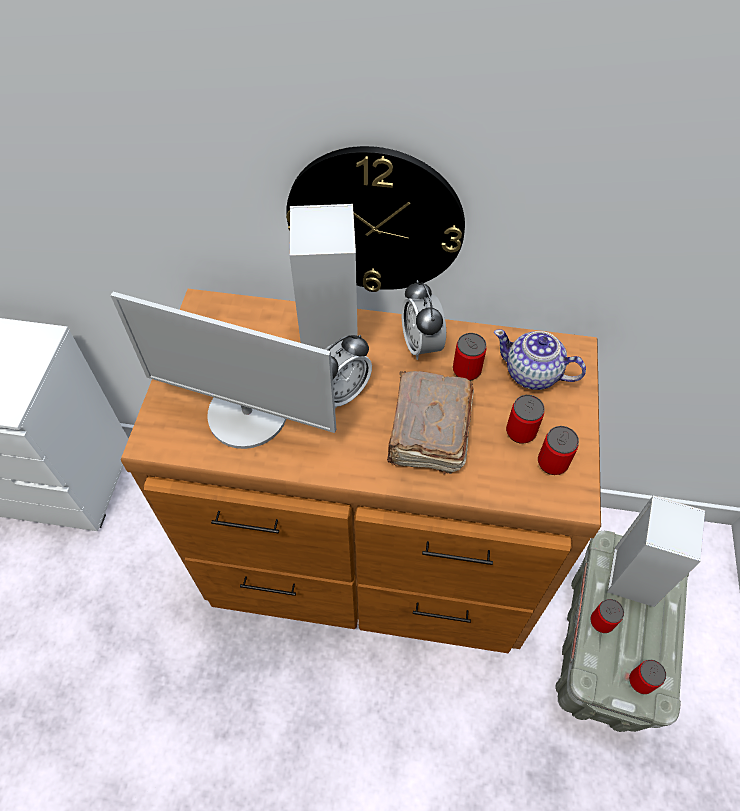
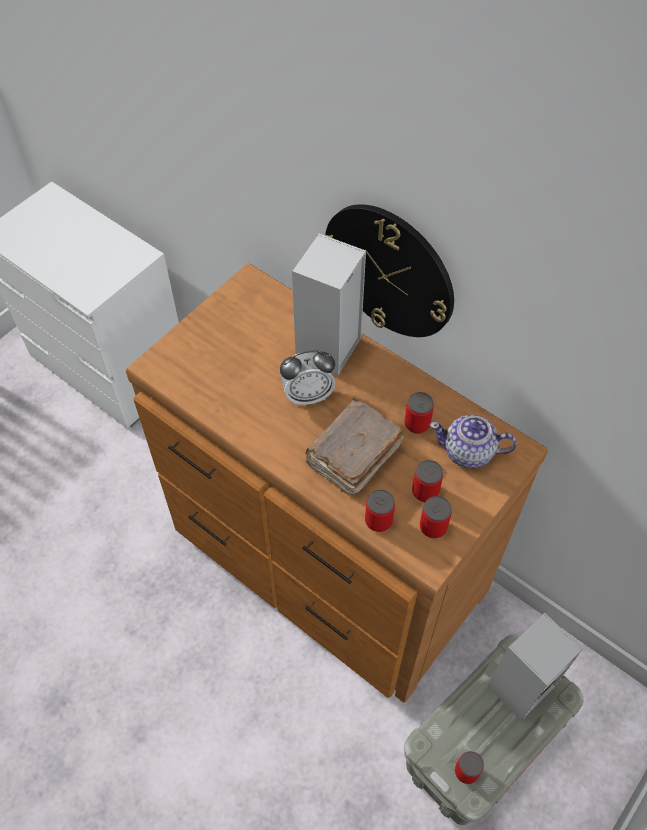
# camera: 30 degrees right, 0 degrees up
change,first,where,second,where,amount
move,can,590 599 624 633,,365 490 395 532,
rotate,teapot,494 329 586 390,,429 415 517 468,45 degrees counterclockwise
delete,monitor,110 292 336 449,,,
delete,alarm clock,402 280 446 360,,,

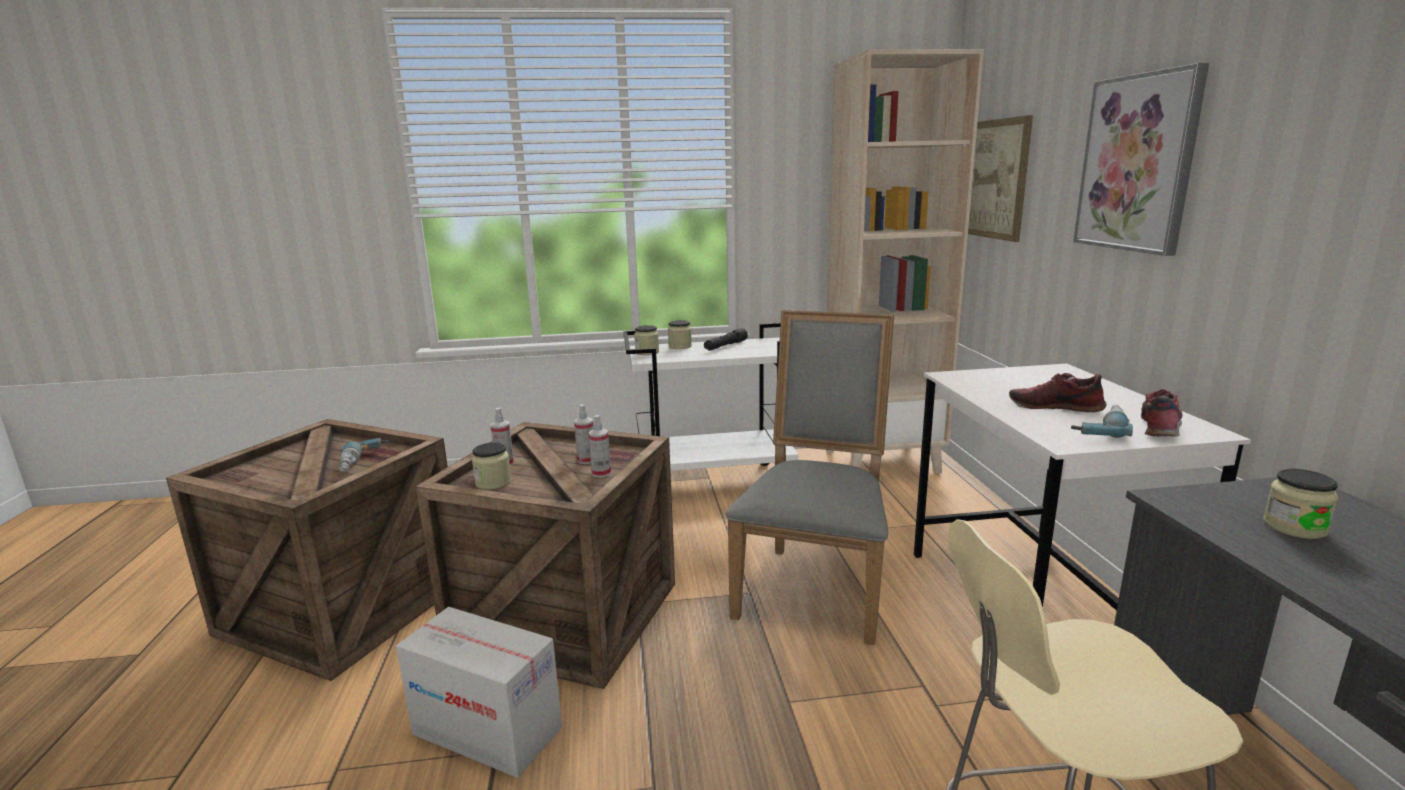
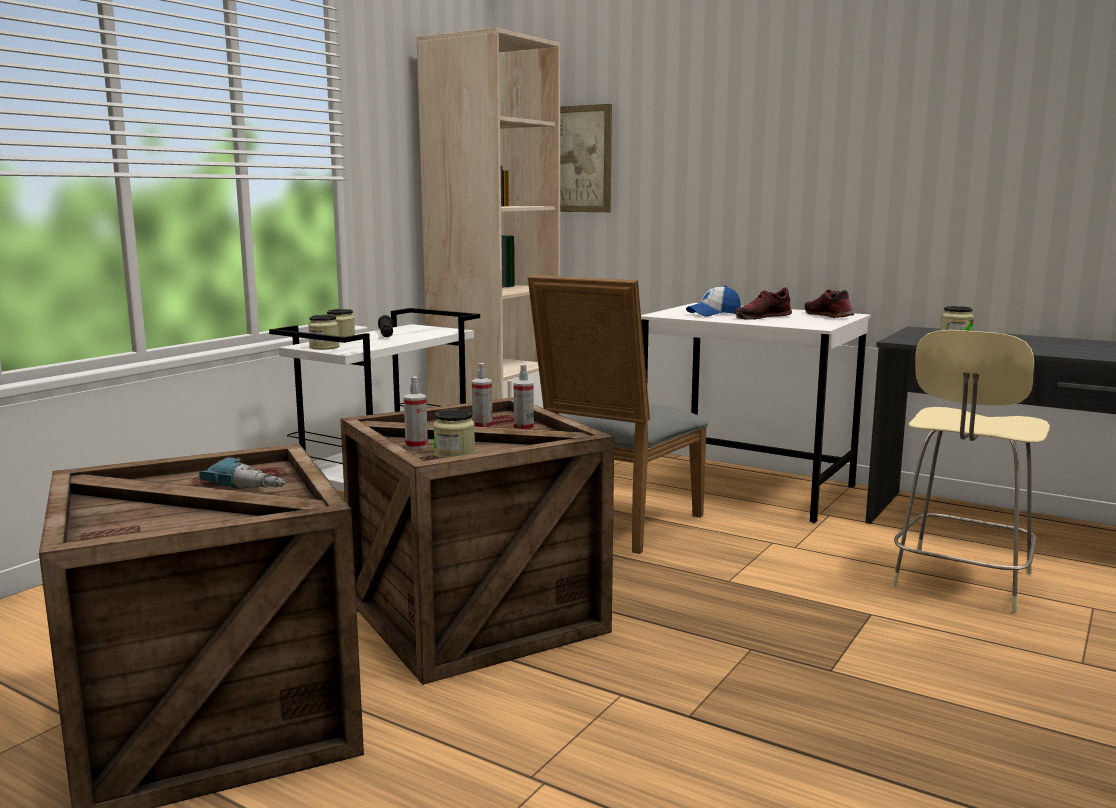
# camera: 50 degrees left, 5 degrees down
change,first,where,second,where,amount
rotate,chair/grey,726 310 894 646,,528 275 708 554,120 degrees counterclockwise
insert,,,cap,686 285 741 317,
delete,cardboard box,396 607 562 778,,,
delete,power drill,1071 405 1133 438,,,
delete,picture,1073 63 1209 256,,,

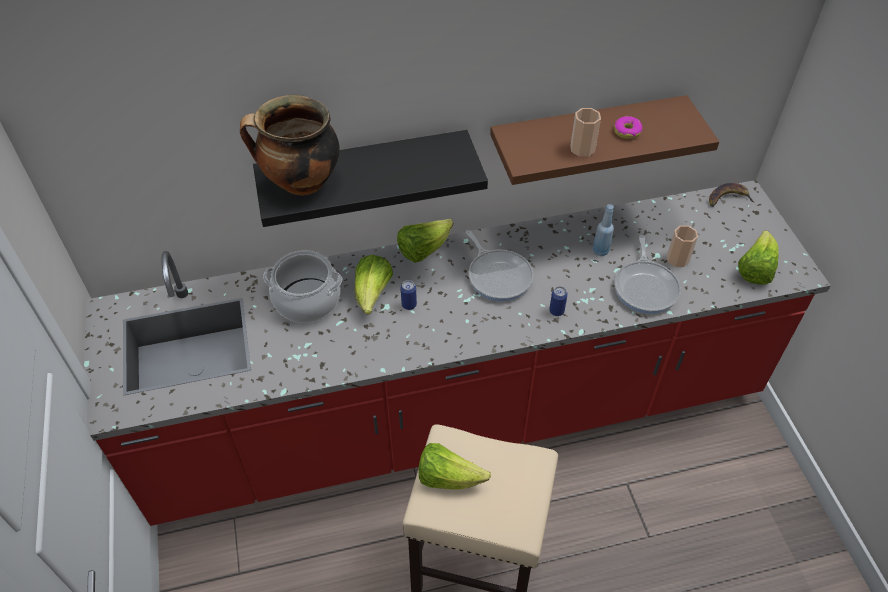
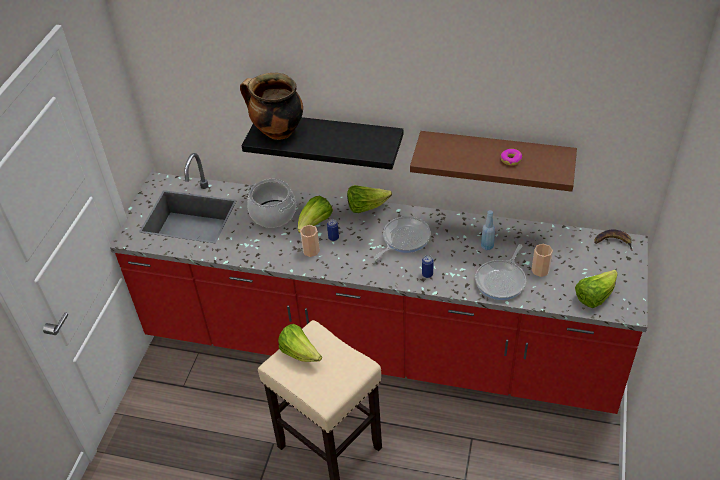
# camera: 30 degrees right, 5 degrees down
change,first,where,second,where,amount
move,cup,570 108 601 157,,300 225 320 257,
rotate,frying pan,466 230 533 302,,374 216 431 260,135 degrees counterclockwise

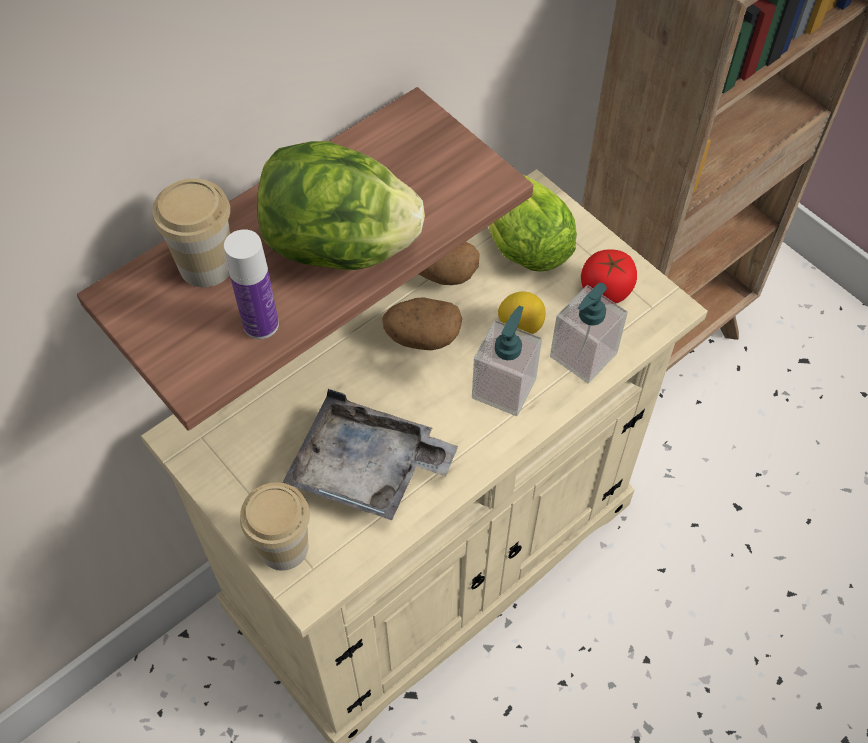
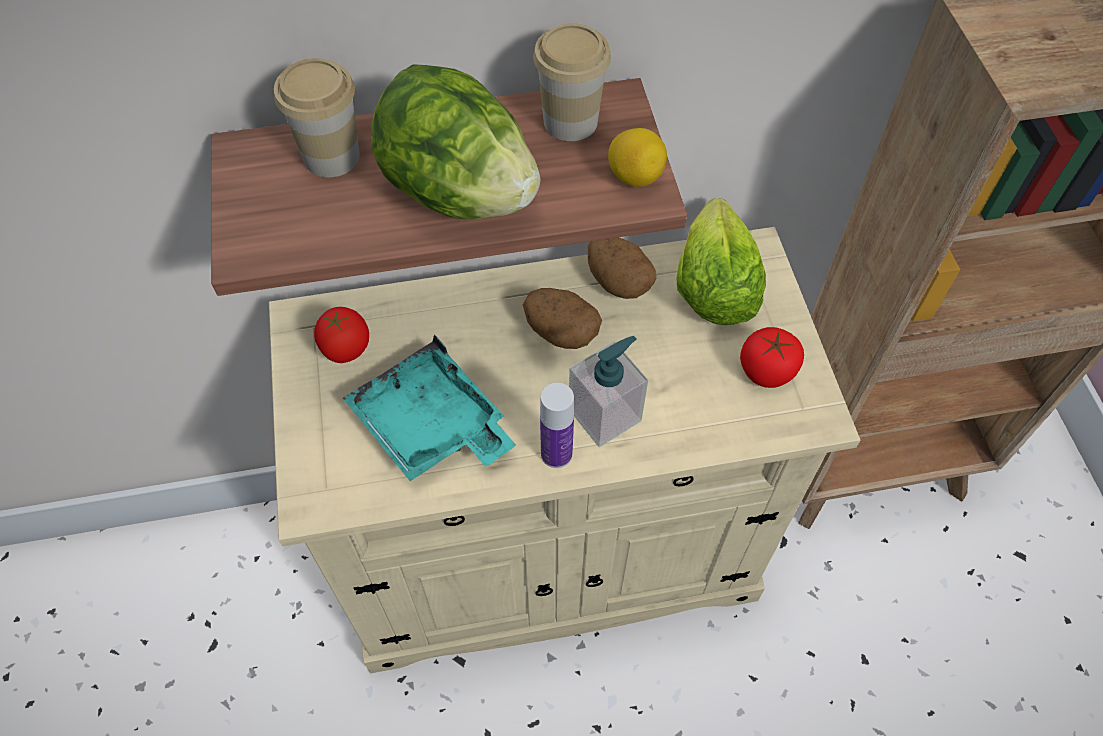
# camera: 30 degrees right, 0 degrees up
change,first,where,second,where,amount
insert,,,tomato,314 307 369 363,
recolor,tray/grey,282 389 458 520,tray/turquoise,343 335 516 481,
move,cup,240 483 310 571,,533 23 611 141,
move,bottle,224 229 279 339,,540 383 574 468,
move,lemon,498 292 546 334,,608 128 667 187,
delete,soap dispenser,550 283 628 383,,,

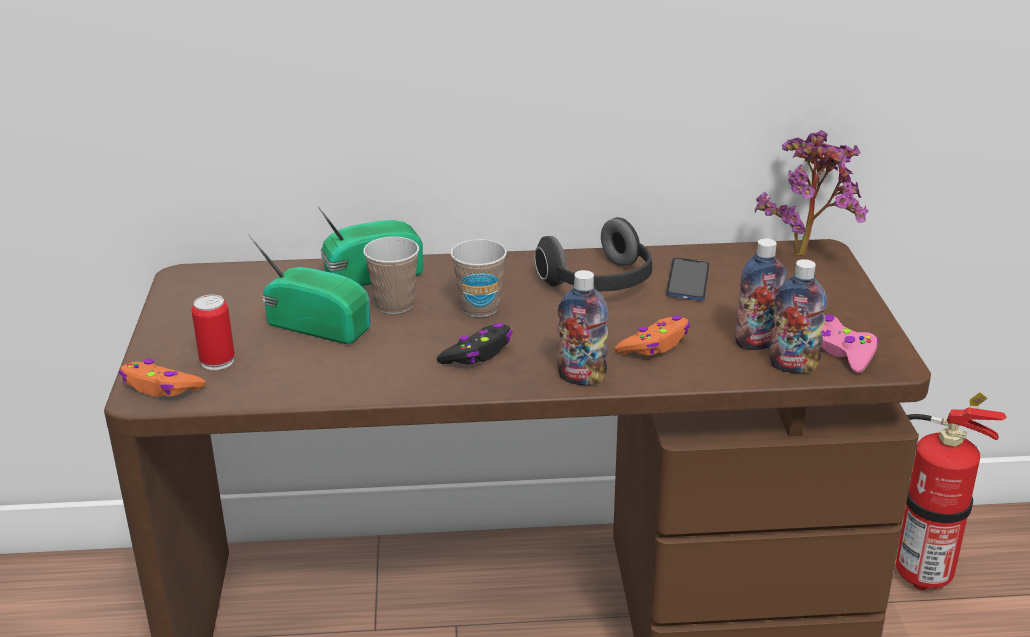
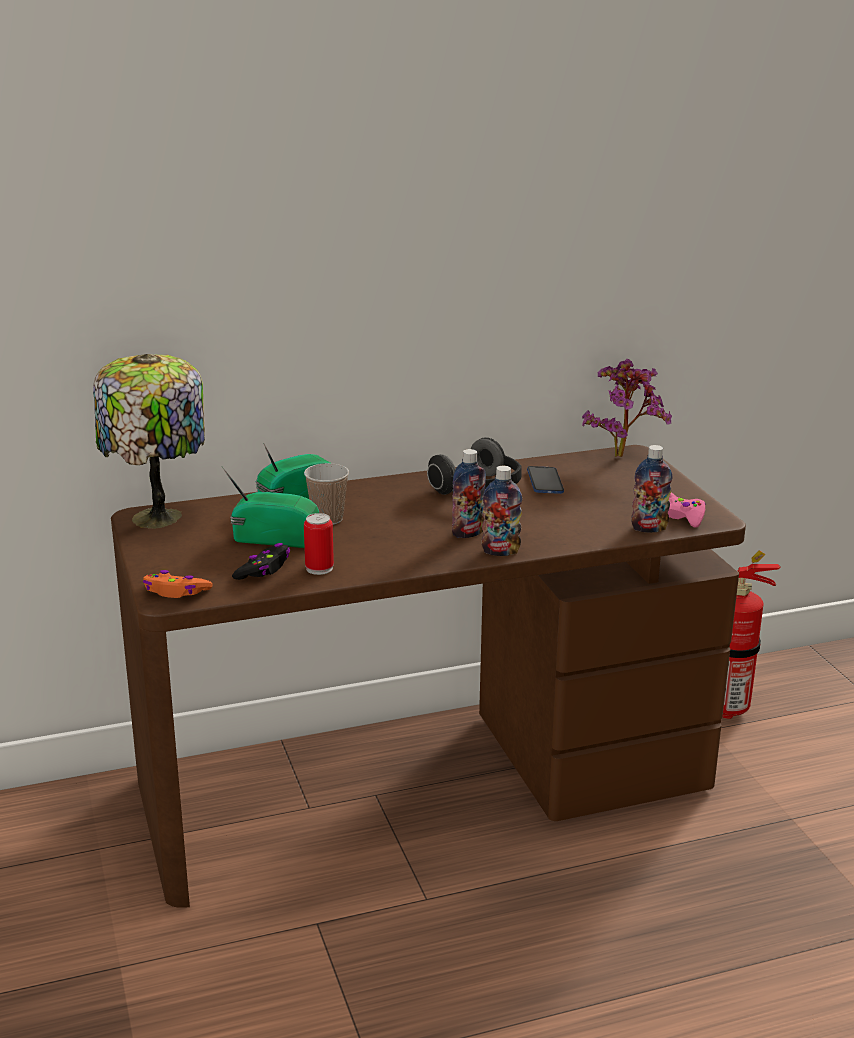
# camera: 15 degrees left, 5 degrees down
change,first,where,second,where,amount
insert,,,table lamp,93 354 205 529,
move,game controller/black,437 323 513 365,,232 543 290 580,
move,can,192 295 235 370,,304 513 334 575,
move,bottle,735 238 786 350,,452 449 486 538,
delete,cup,450 239 507 317,,,
delete,game controller/orange,615 315 690 355,,,

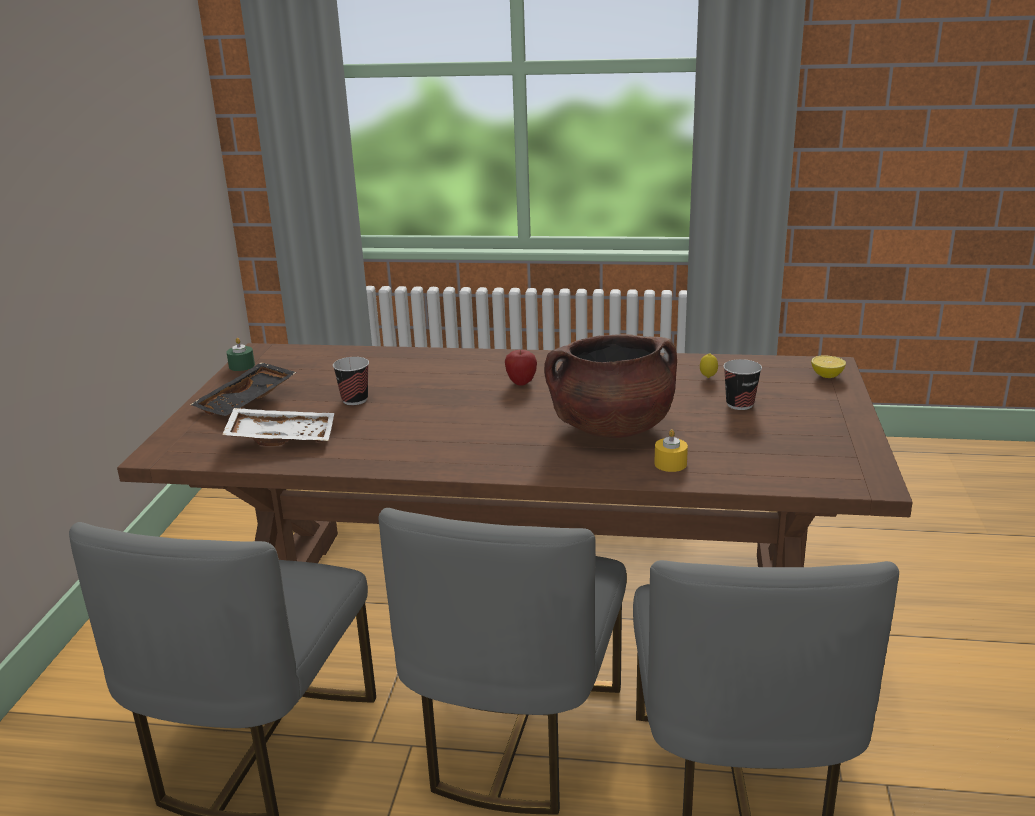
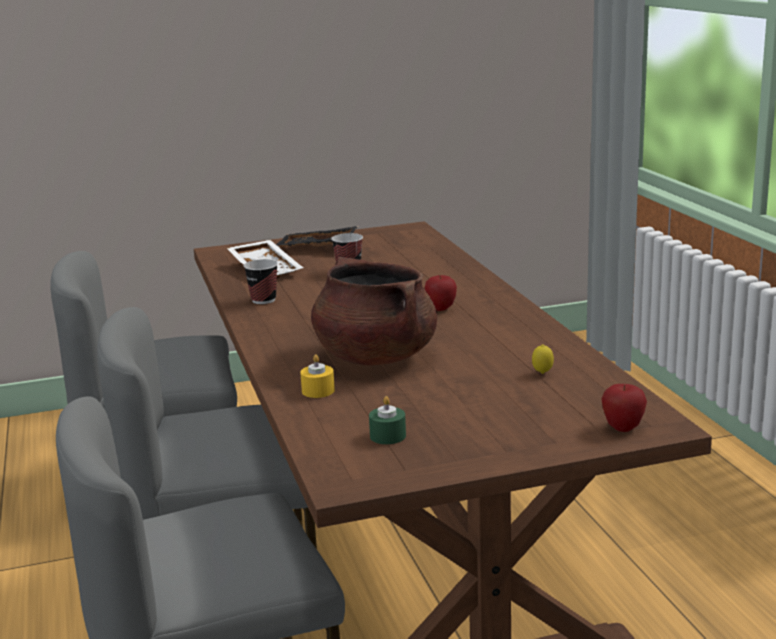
# camera: 65 degrees right, 5 degrees down
change,first,where,second,where,amount
move,cup,723 359 762 410,,244 259 278 304,
move,candle/green,226 338 255 371,,369 396 406 444,
replace,lemon,811 355 846 378,apple,601 384 647 432,

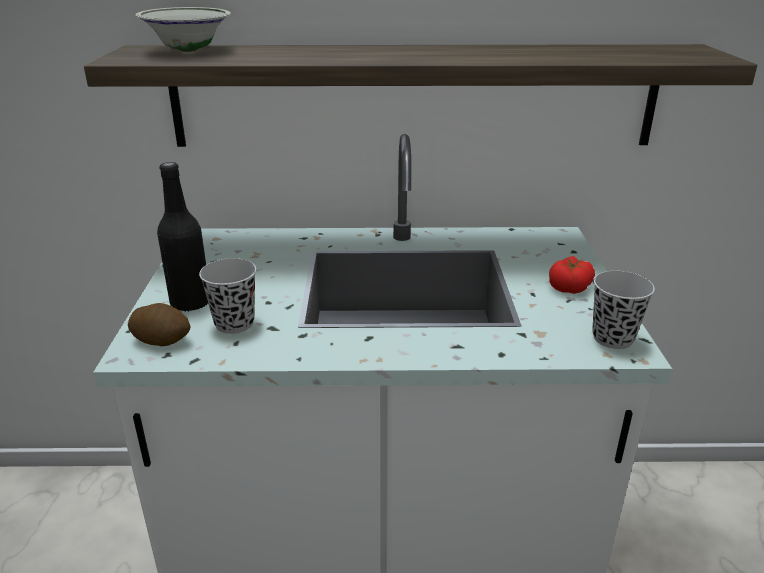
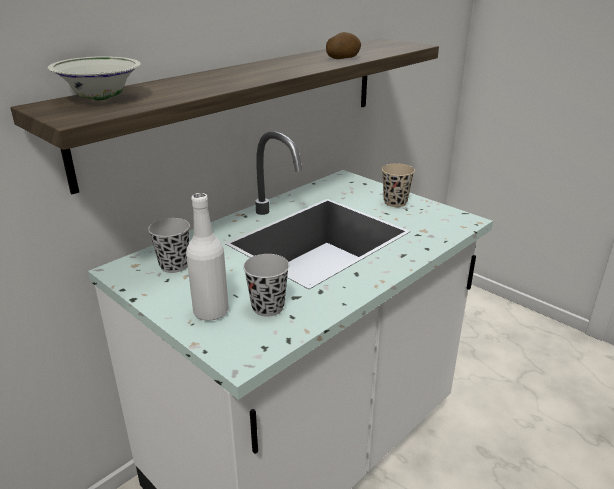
# camera: 45 degrees left, 0 degrees up
change,first,where,second,where,amount
move,cup/black,592 271 655 349,,148 218 190 273,
recolor,bottle/black,157 162 208 312,bottle/white,186 193 229 321,
move,potato,128 303 191 346,,326 32 361 59,
replace,tomato,549 256 595 294,cup/beige,382 163 415 207,

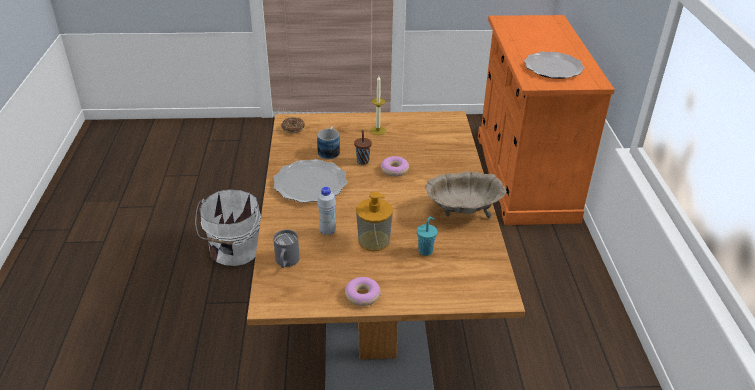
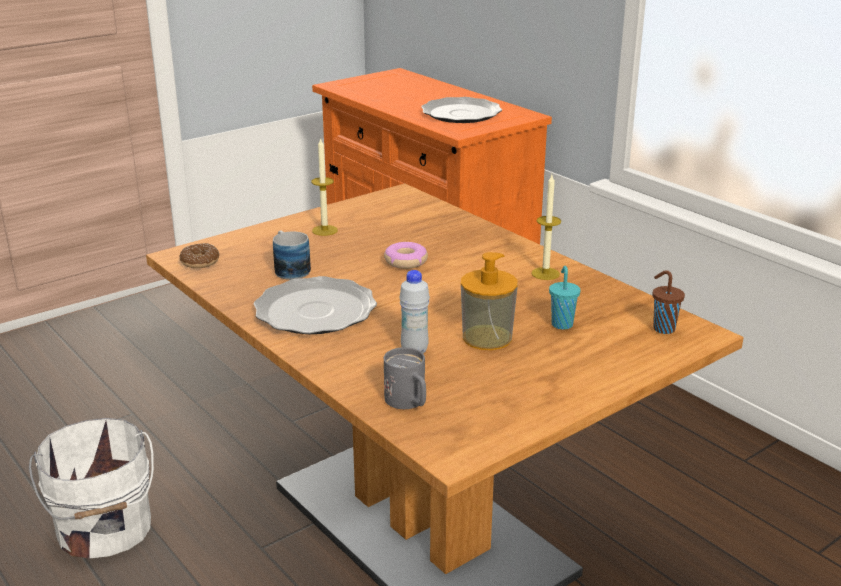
# camera: 35 degrees left, 10 degrees down
change,first,where,second,where,amount
replace,bowl/beige,425 171 507 219,candle,531 175 561 280,
move,cup/brown,354 130 372 165,,652 270 685 334,
delete,donut,345 277 381 306,,,

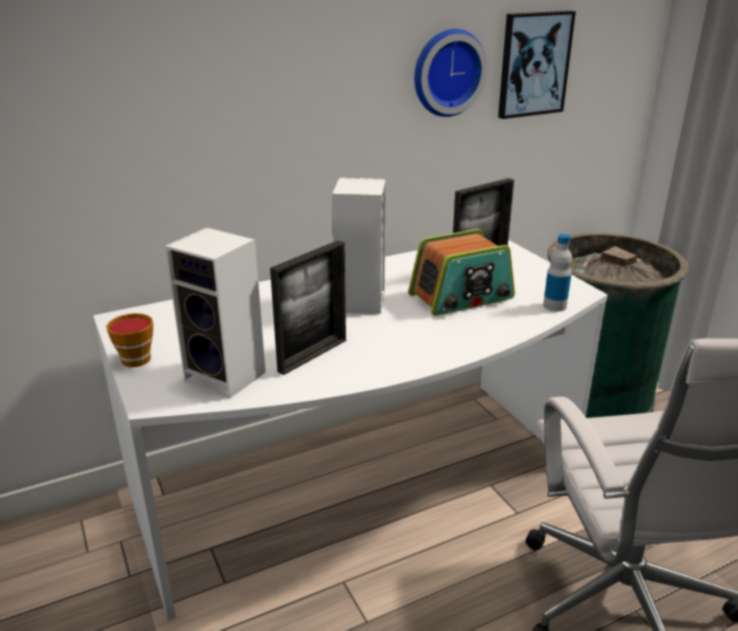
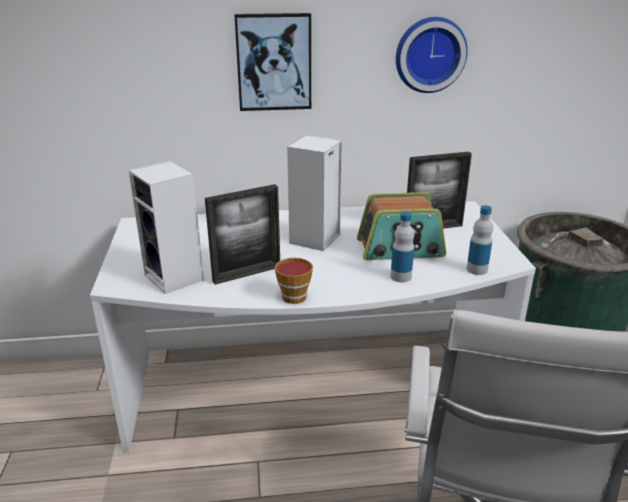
# camera: 20 degrees right, 0 degrees up
change,first,where,second,where,amount
move,picture,498 11 576 119,,234 13 311 111,
move,cup,106 313 153 367,,275 258 313 304,
insert,,,bottle,390 211 414 282,

